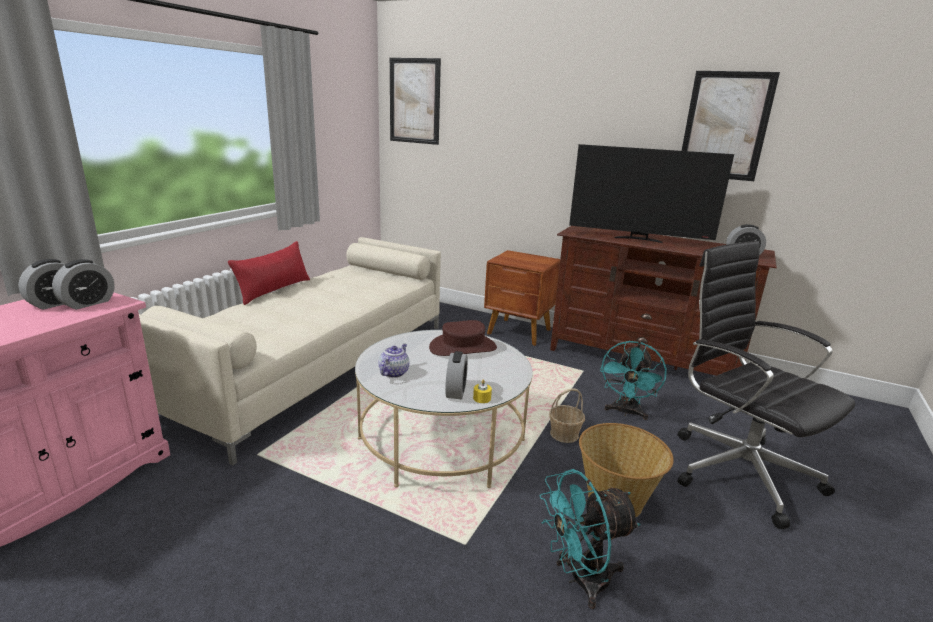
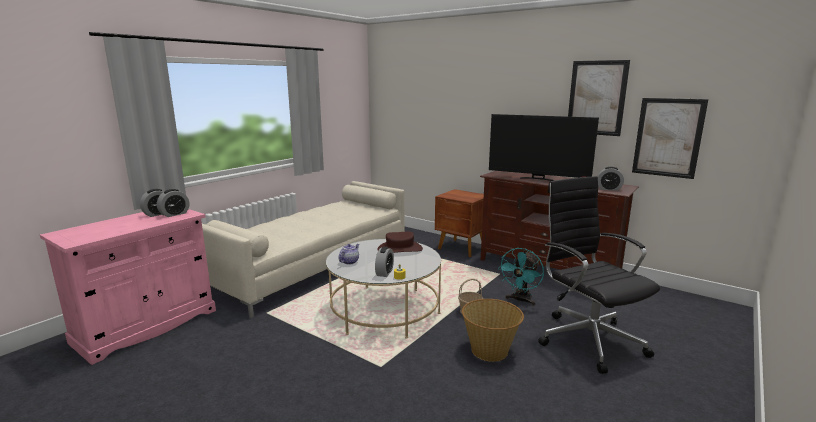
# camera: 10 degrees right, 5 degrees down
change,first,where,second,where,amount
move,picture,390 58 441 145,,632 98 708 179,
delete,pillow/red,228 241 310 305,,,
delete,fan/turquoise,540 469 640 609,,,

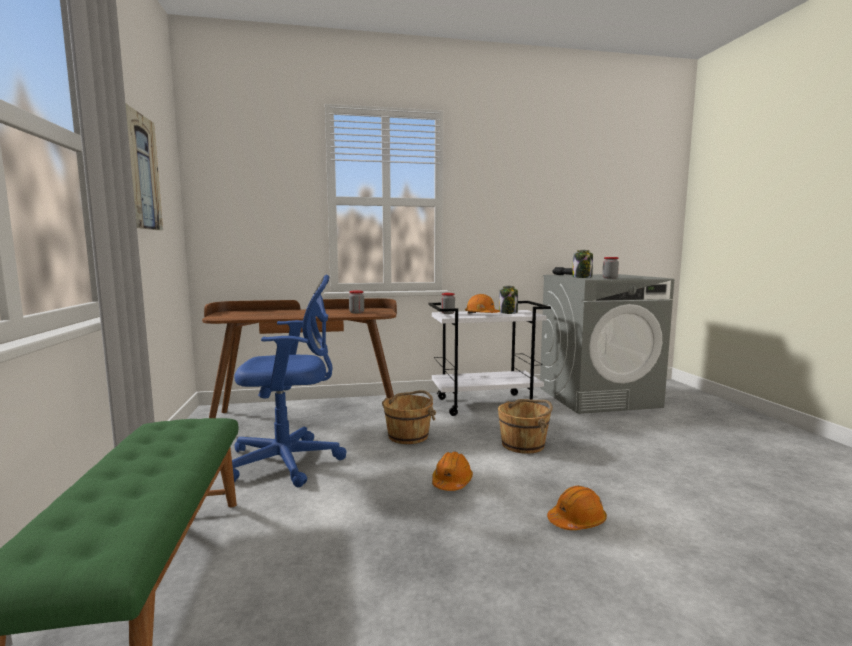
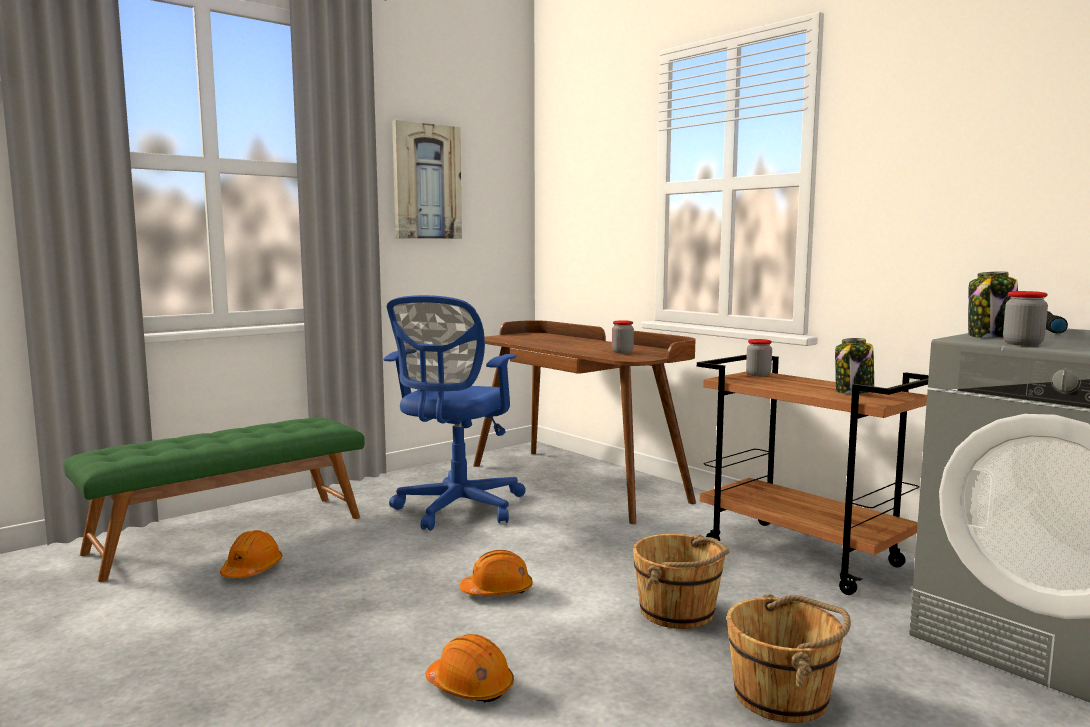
# camera: 60 degrees right, 0 degrees up
change,first,where,second,where,amount
move,hard hat/orange,465 294 500 314,,220 530 282 578,
rotate,office chair/blue,232 275 347 487,,383 295 525 531,60 degrees clockwise
recolor,cart/white,429 301 551 416,cart/brown,697 355 929 595,
move,bucket/brown,382 390 436 444,,727 594 851 723,

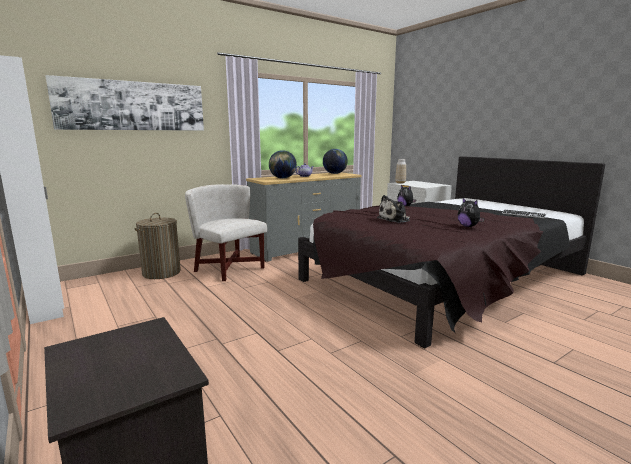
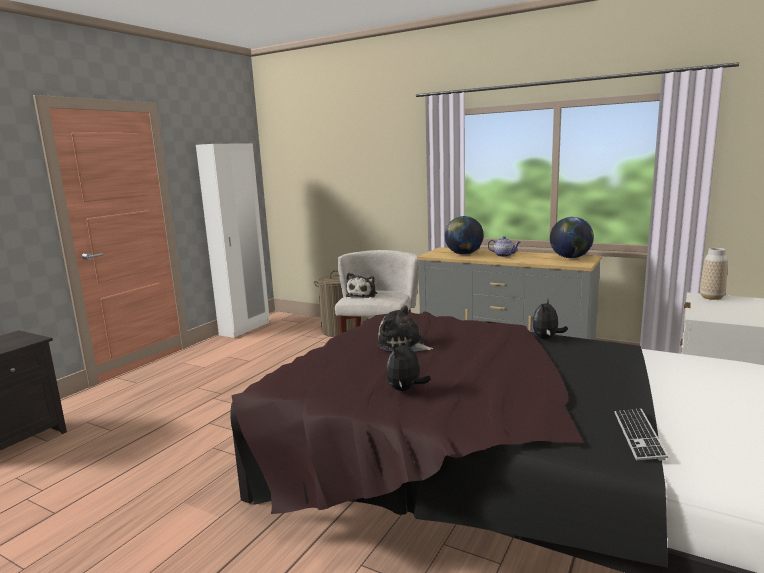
# camera: 65 degrees right, 0 degrees up
change,first,where,second,where,amount
insert,,,plush toy,346 273 377 298,
delete,picture,45 75 204 131,,,

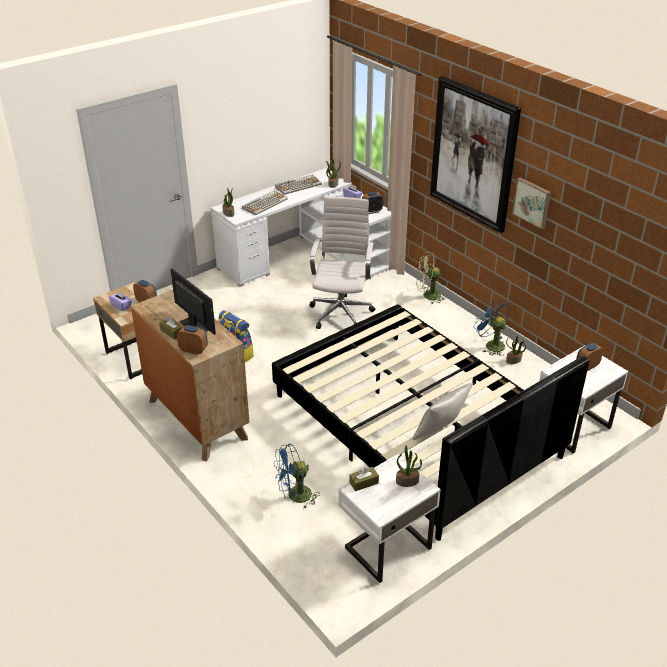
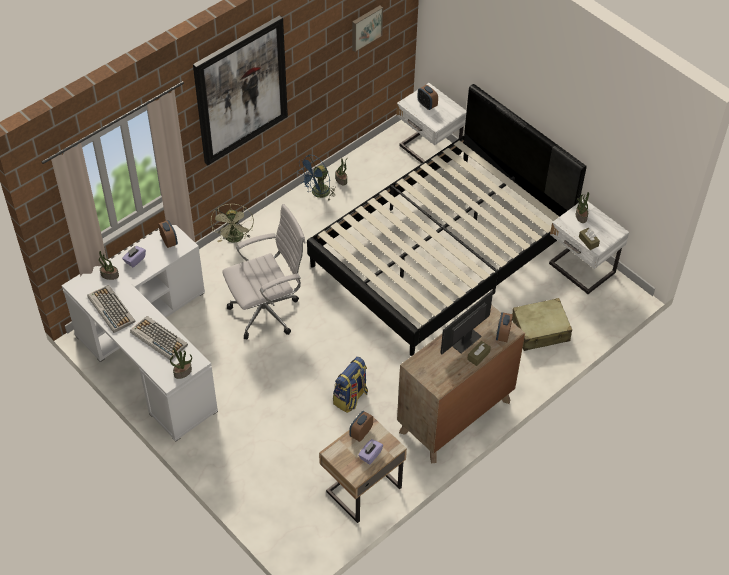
# camera: 95 degrees left, 15 degrees up
change,first,where,second,where,amount
rotate,office chair/white,309 197 375 329,,222 204 306 340,150 degrees clockwise
move,picture,512 177 551 229,,352 6 383 52,
replace,fan/blue,274 444 320 509,suitcase/beige,512 298 572 351,
delete,pillow/grey,412 383 473 440,,,

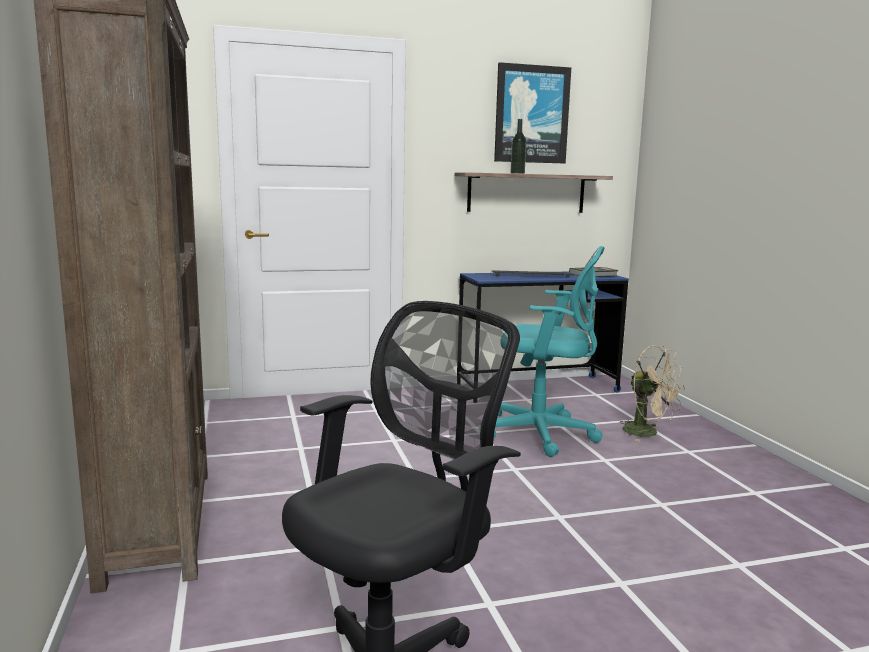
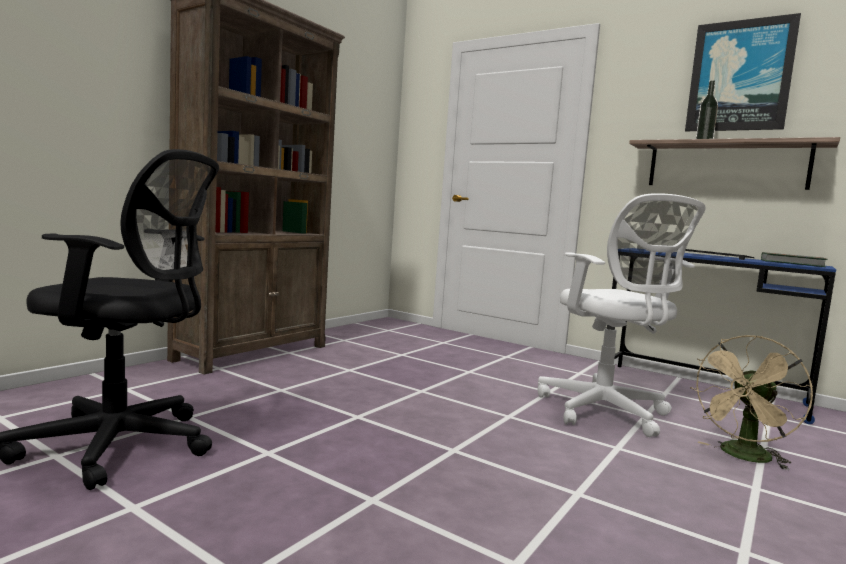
# camera: 50 degrees right, 5 degrees down
change,first,where,second,where,amount
recolor,office chair/turquoise,494 246 605 457,office chair/white,538 193 706 437,
rotate,fan/beige,620 345 685 442,,690 335 813 470,45 degrees clockwise

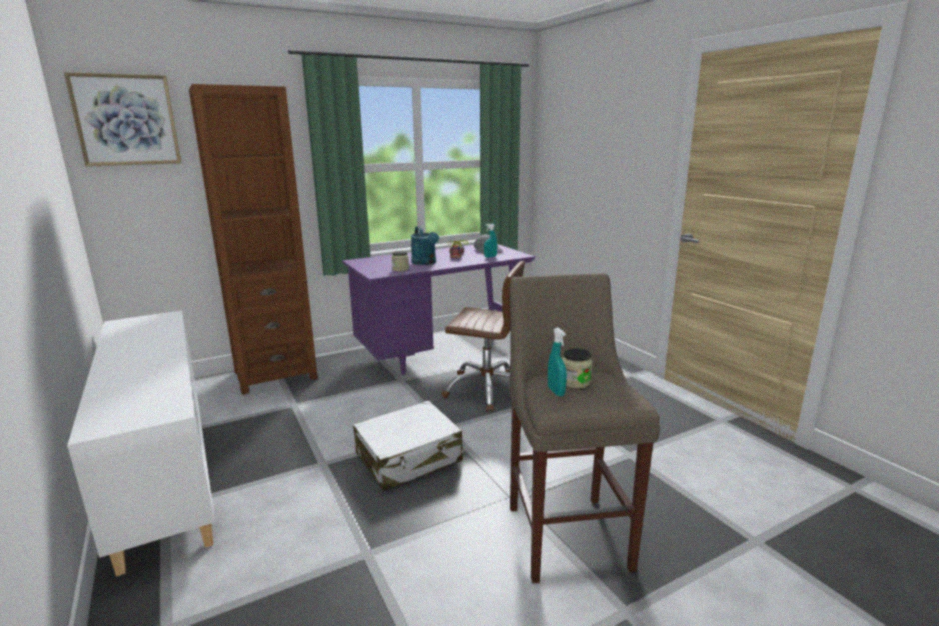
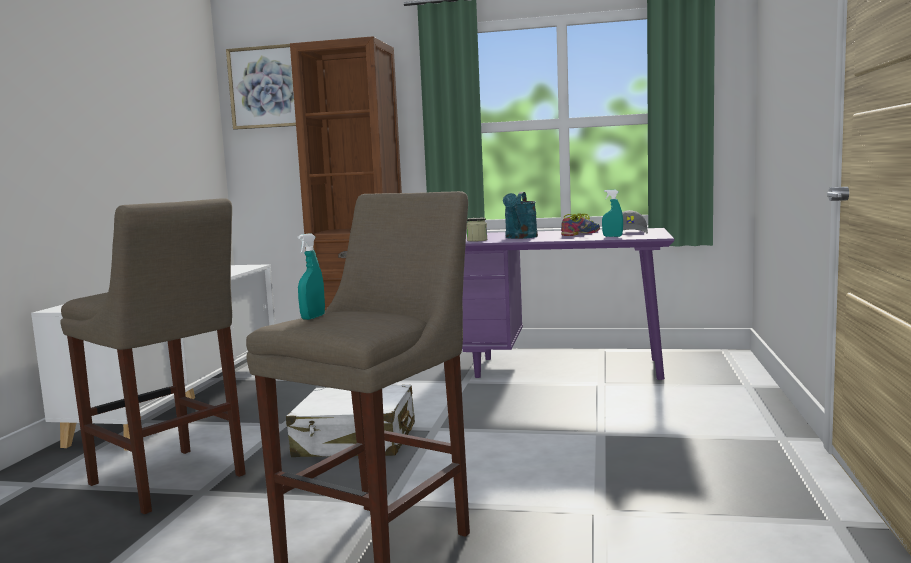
# camera: 40 degrees right, 10 degrees down
change,first,where,second,where,amount
insert,,,stool/beige,60 198 246 514,
delete,office chair/brown,441 261 525 412,,,
delete,jar,562 348 592 388,,,

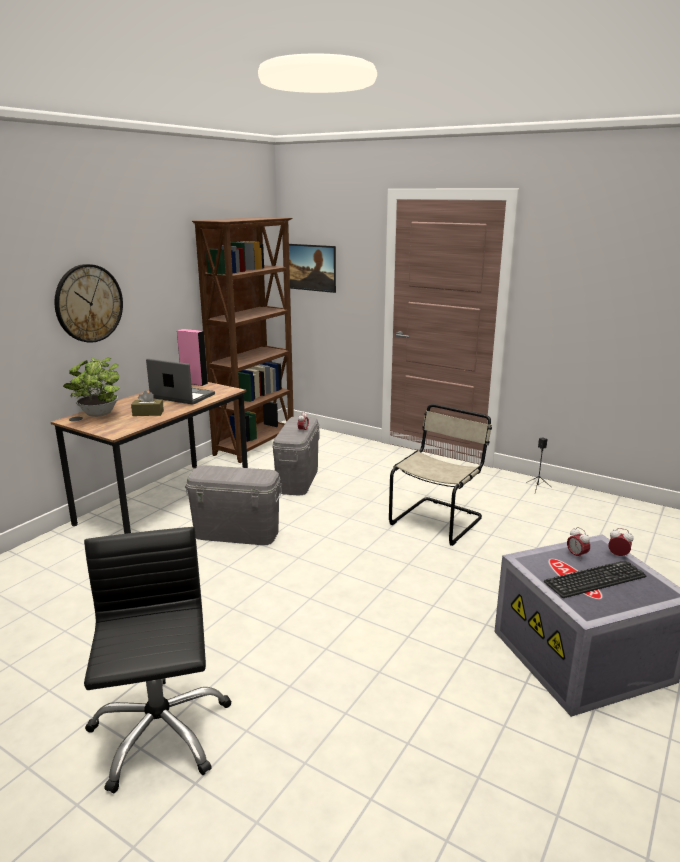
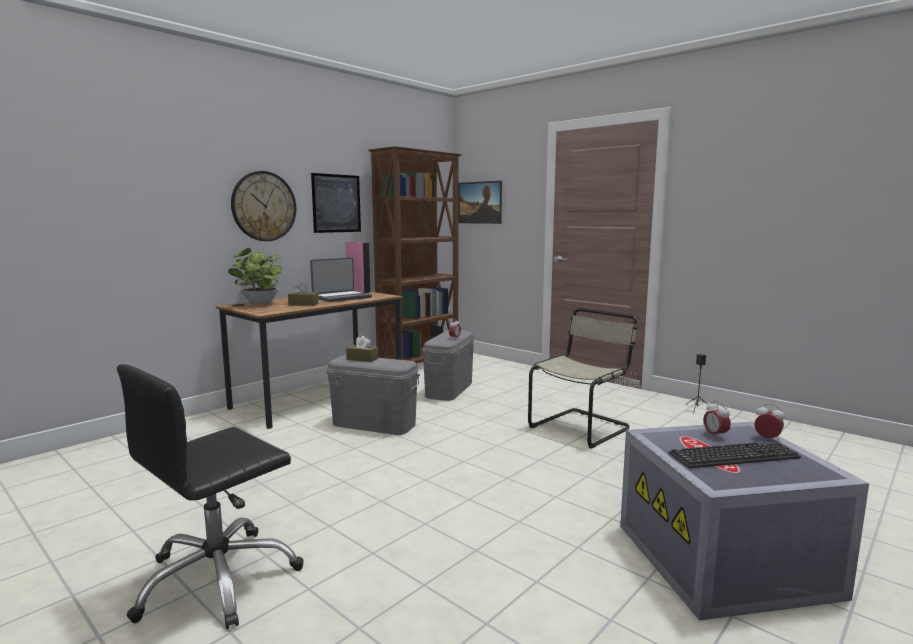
# camera: 10 degrees right, 10 degrees down
change,first,where,second,where,amount
rotate,office chair/black,84 527 231 793,,117 364 303 629,135 degrees counterclockwise
rotate,laptop,146 358 215 405,,310 258 372 302,105 degrees clockwise
insert,,,picture,311 173 361 233,
insert,,,tissue box/brown,346 336 378 362,

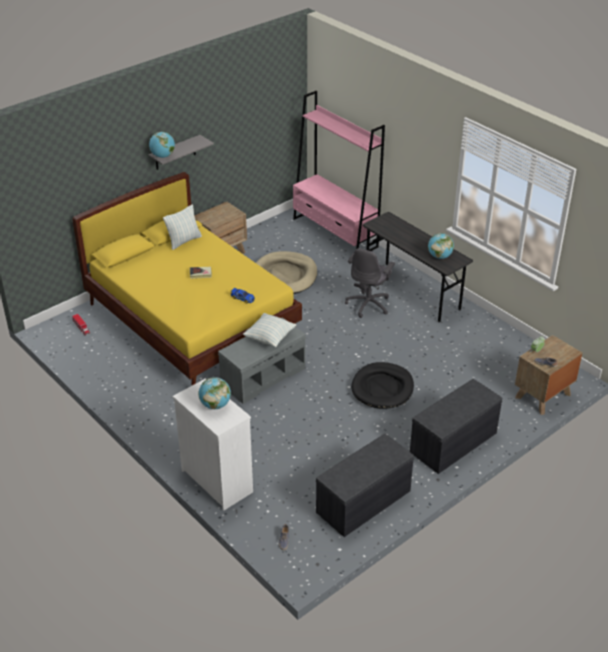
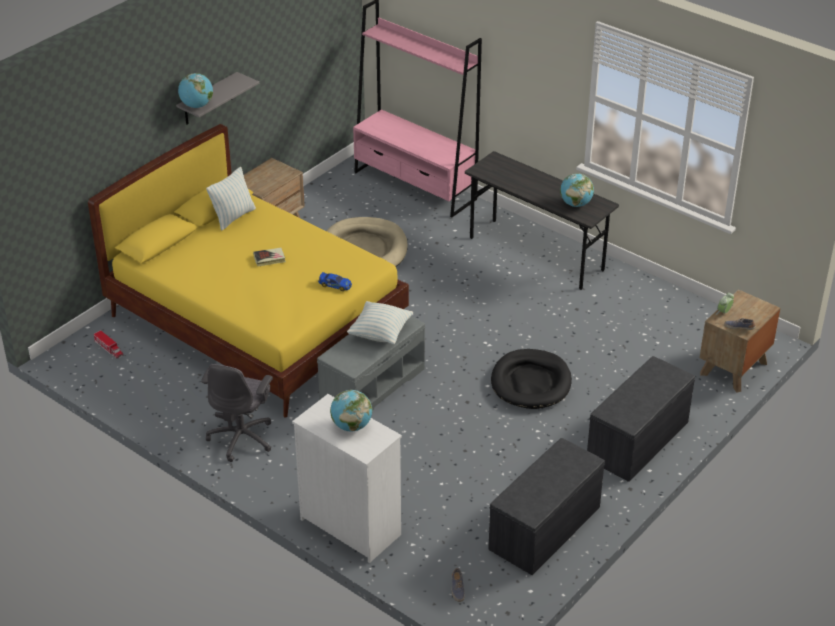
# camera: 10 degrees left, 0 degrees up
change,first,where,second,where,amount
move,office chair/grey,345 248 395 318,,201 364 273 462,

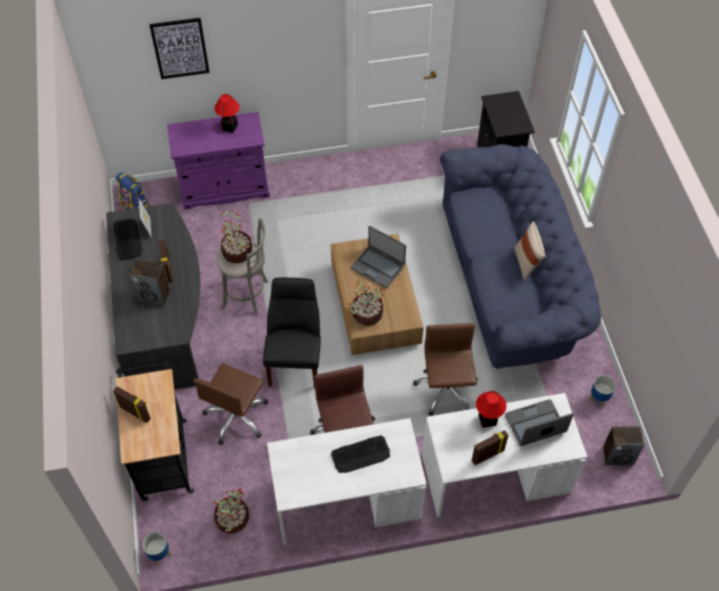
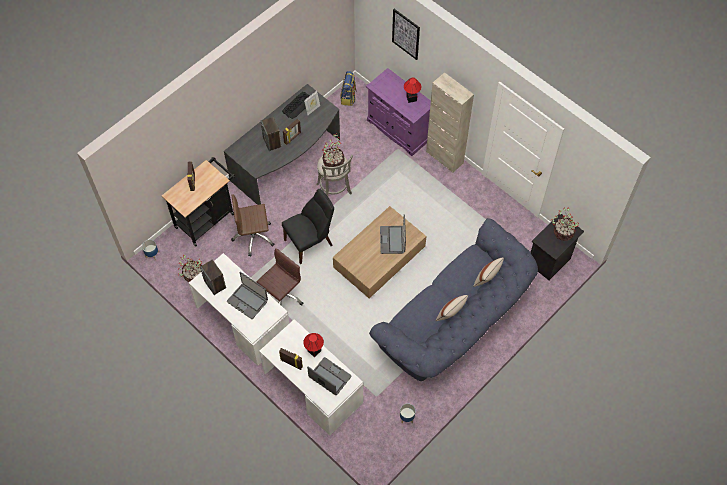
# camera: 55 degrees right, 5 degrees up
change,first,where,second,where,amount
move,speaker,603 427 644 465,,200 259 226 295,
replace,keyboard,331 435 390 473,laptop,227 272 268 319,
insert,,,cabinet/beige,426 72 474 173,
insert,,,pillow/beige,473 257 504 287,
move,potted plant,349 281 386 326,,551 207 579 241,
delete,office chair/brown,413 323 478 416,,,

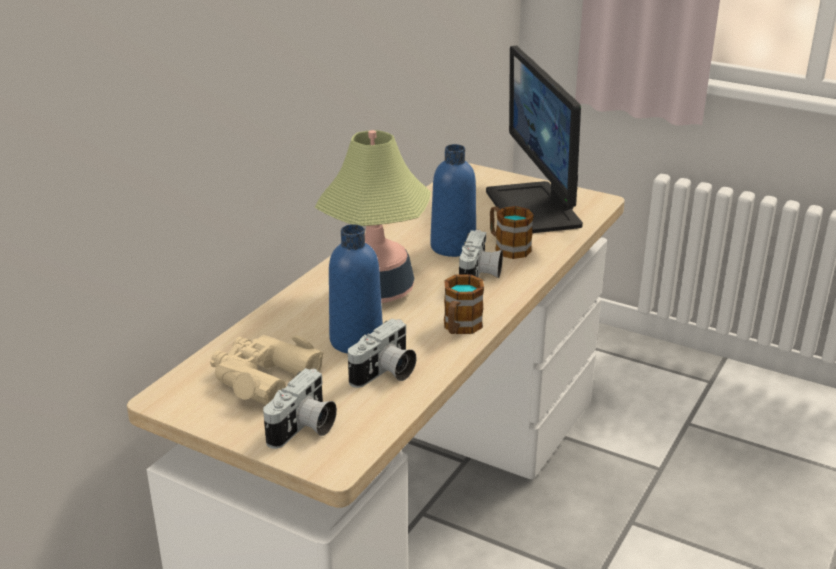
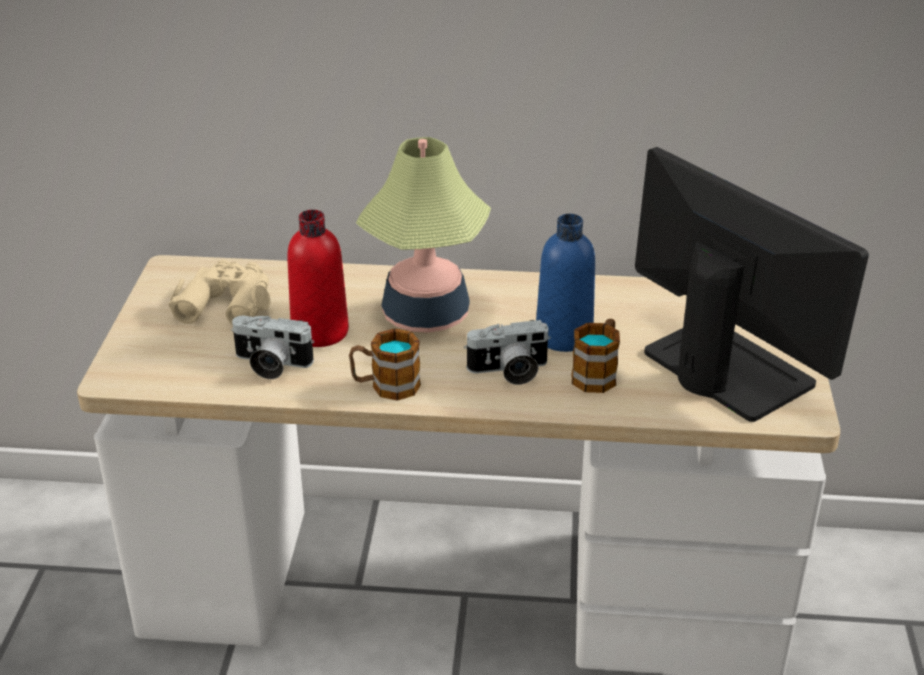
# camera: 65 degrees right, 5 degrees up
change,first,where,second,where,amount
recolor,bottle/blue,329 224 383 354,bottle/red,287 210 349 347,
rotate,monitor,486 46 583 233,,635 147 869 422,90 degrees clockwise
delete,photo camera,263 368 337 449,,,

